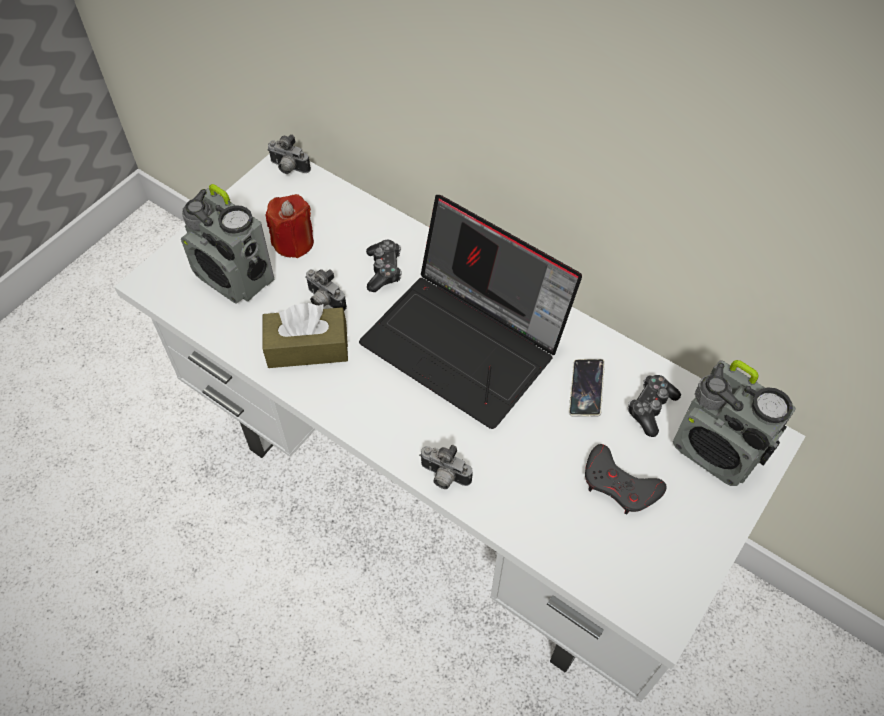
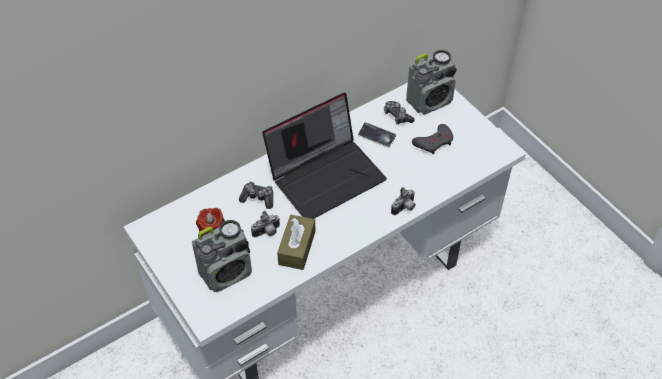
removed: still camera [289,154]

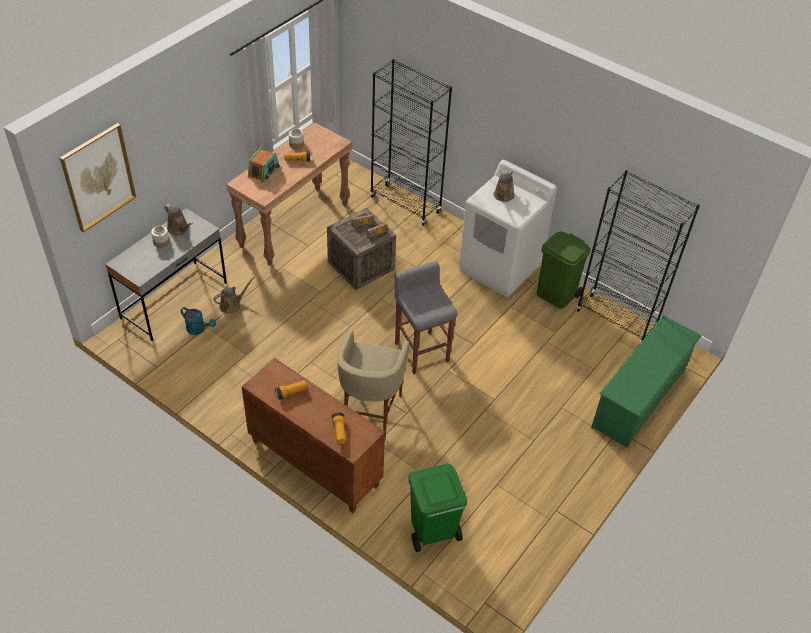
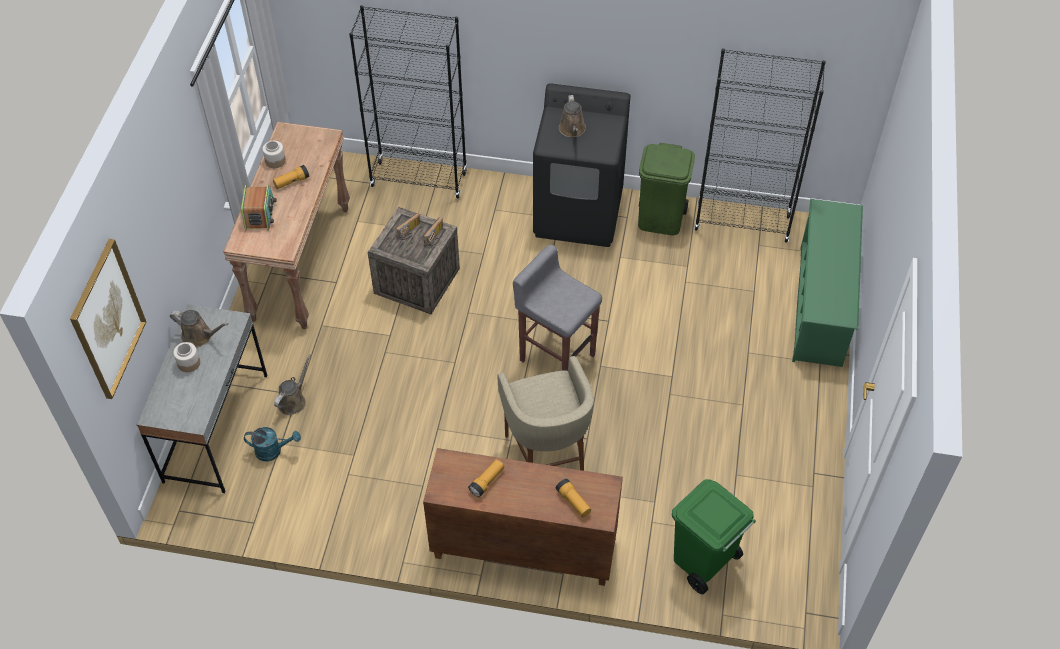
recoloured: laundry appliance in whitish [508,228] to laundry appliance in blackish [582,165]

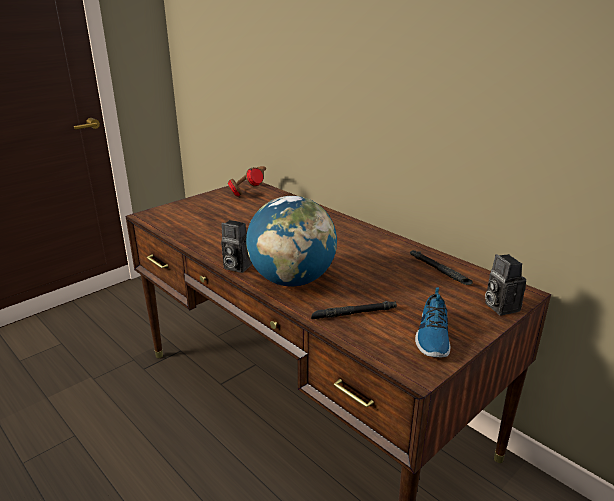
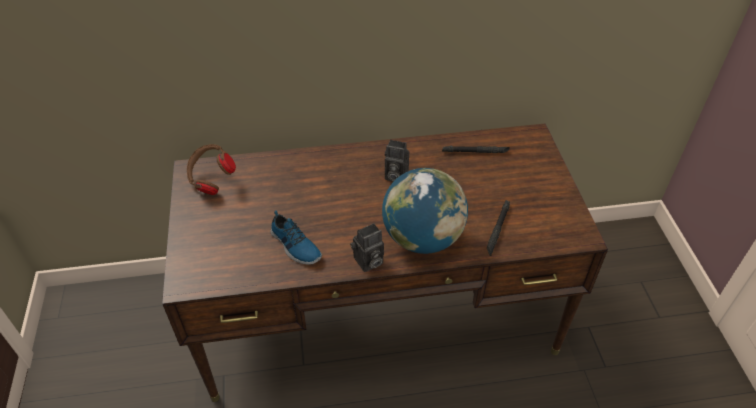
moved: shoe [432,322] to [296,237]; still camera [505,284] to [397,160]

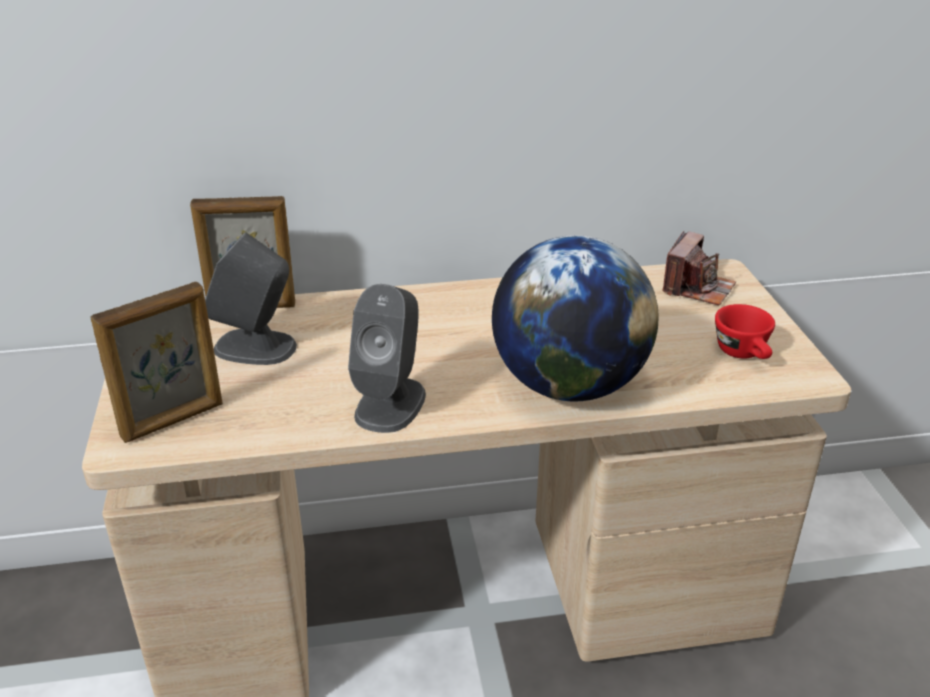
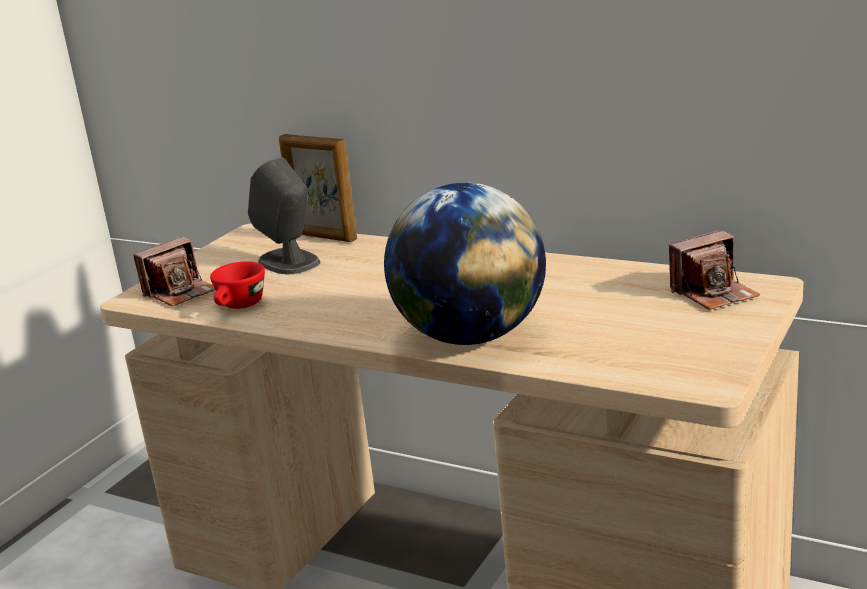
removed: loudspeaker in greyish [387,358]
moved: small cup in red-coloured [745,331] to [237,285]
replaced: standing frame [157,362] to still camera [174,271]

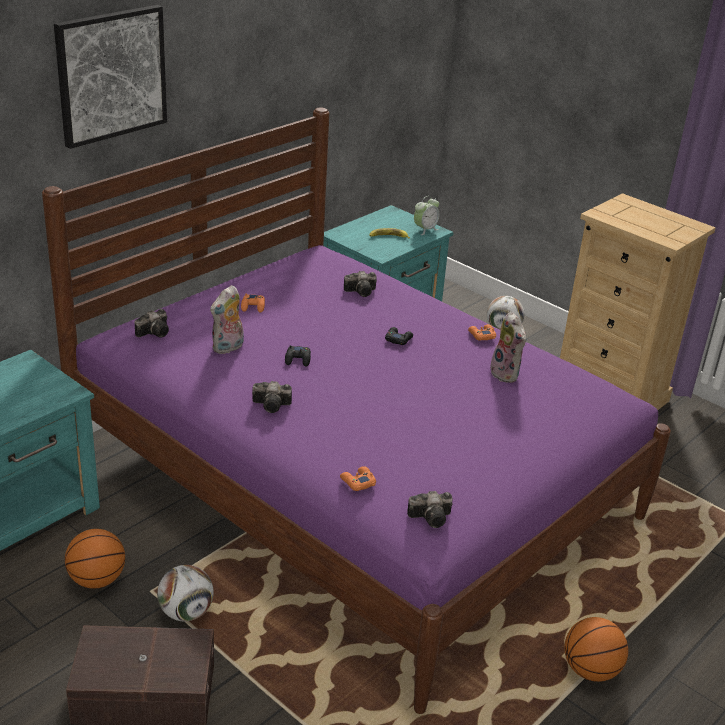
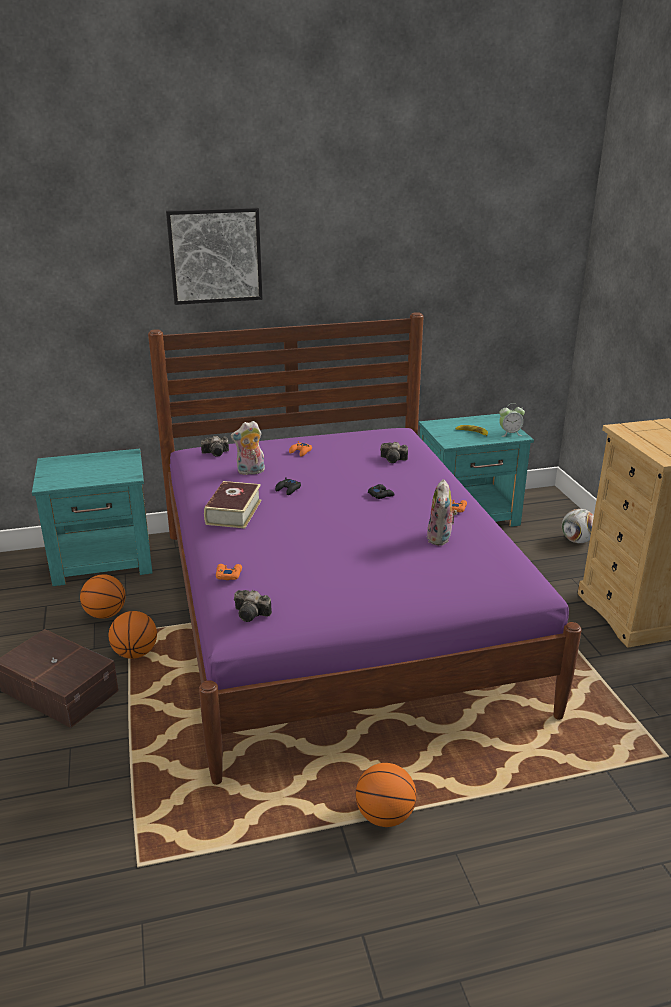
replaced: football ball [185,593] to basketball ball [133,635]; still camera [272,397] to book [233,504]

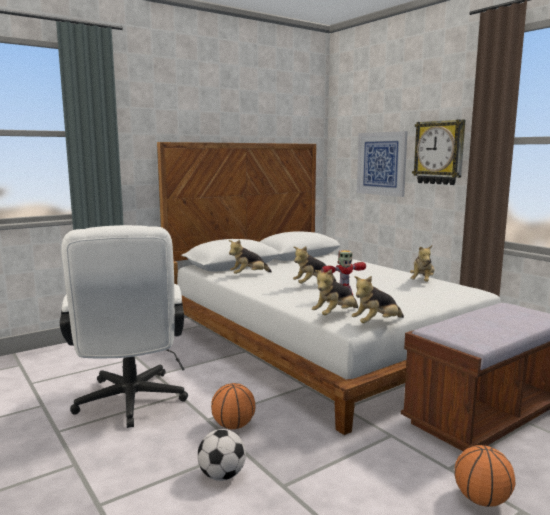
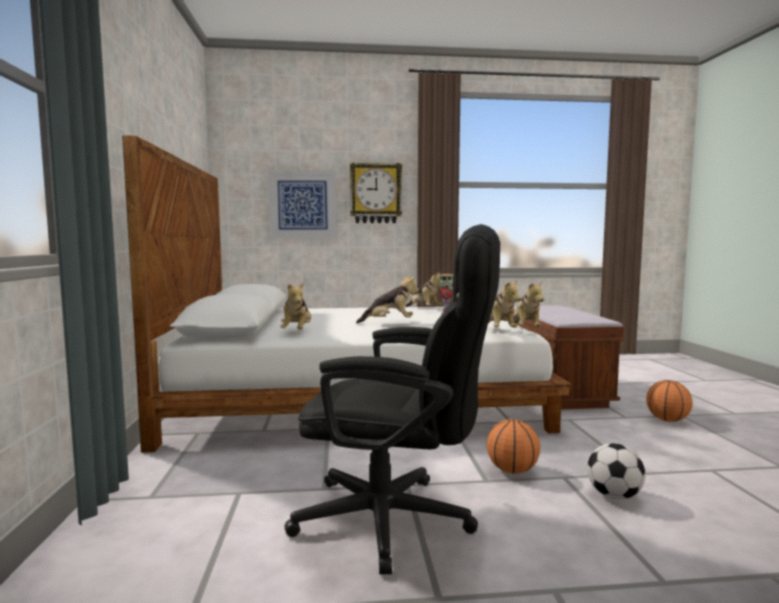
recoloured: desk chair in whitish [124,326] to desk chair in blackish [392,399]
turned: cuddly toy [314,265] = [387,299] 90 degrees counterclockwise

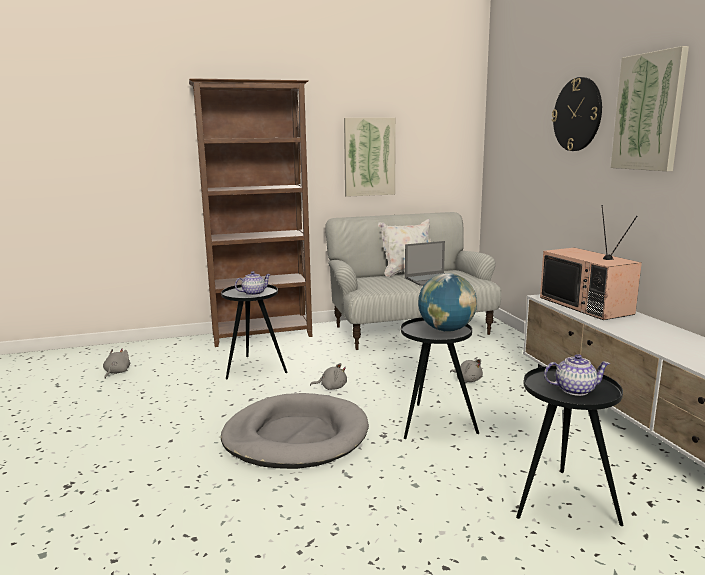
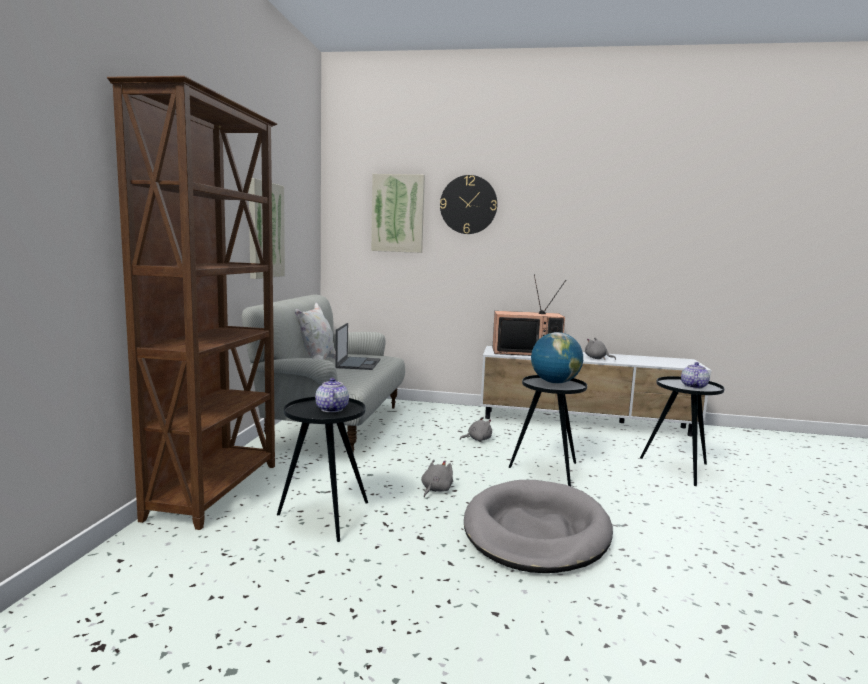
moved: wall art [650,108] to [398,213]; cuddly toy in greyish [116,364] to [600,349]

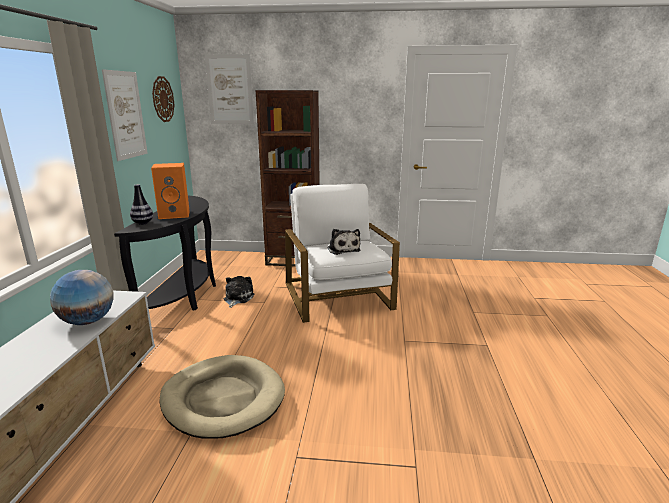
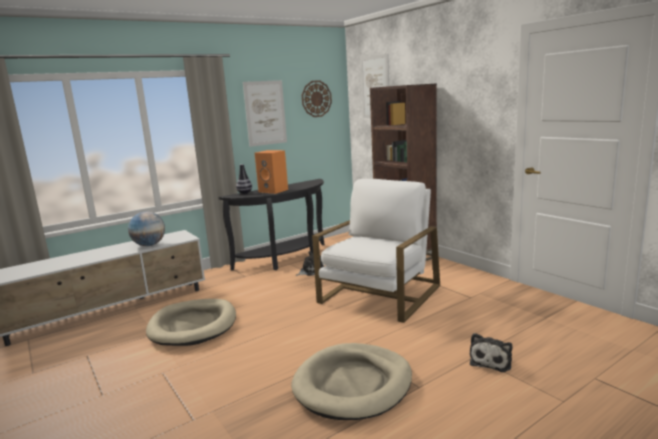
added: dog cushion in beige [351,381]
moved: cuddly toy [343,242] to [491,352]

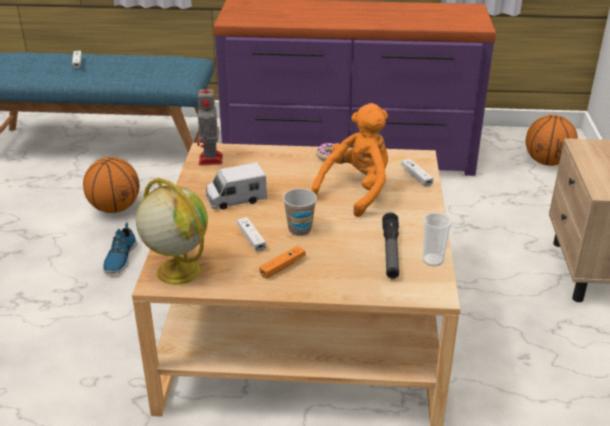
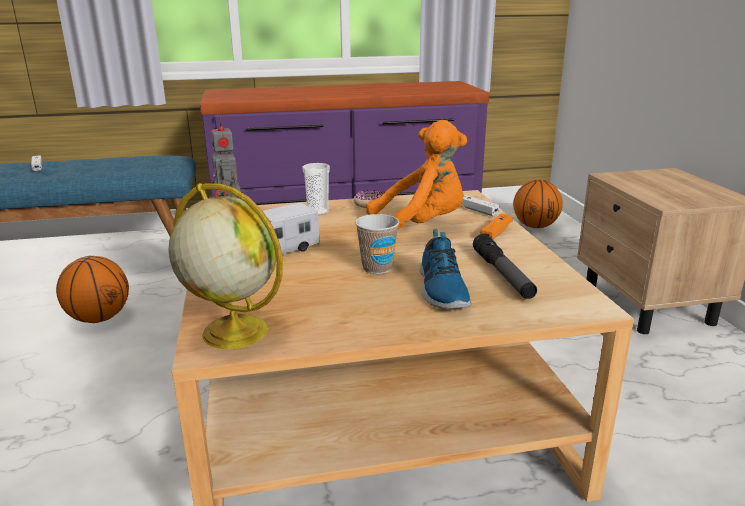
removed: joypad in whitish [251,234]
moved: small cup [437,239] to [316,189]; shoe [120,248] to [445,269]; joypad in orangey [282,262] to [497,226]
turned: cuddly toy in orangey [349,160] = [416,174] 60 degrees clockwise

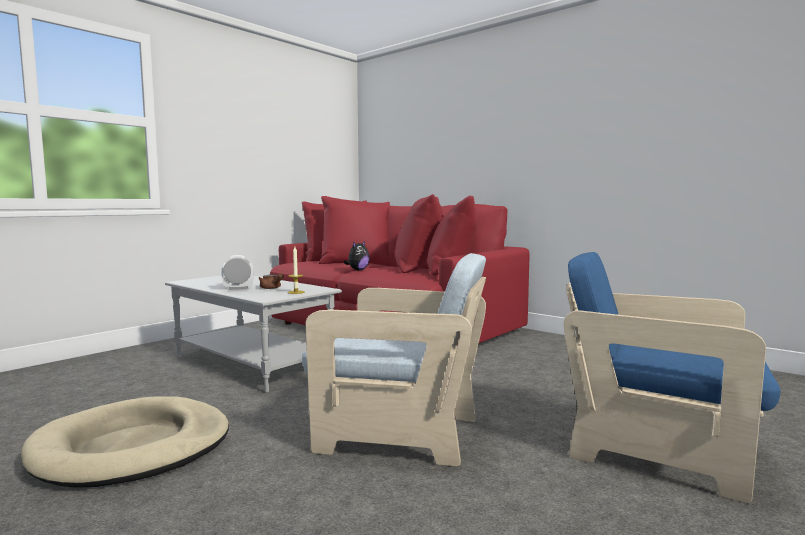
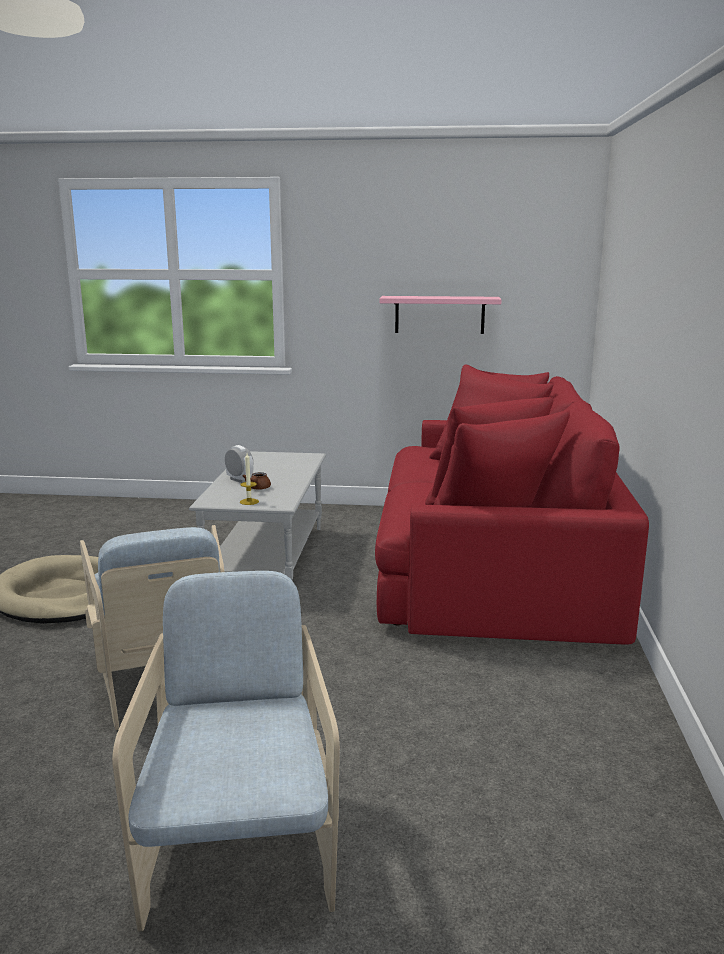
removed: cuddly toy [357,256]
added: bracket shelf in pink [440,315]
recoloured: lounge chair in bluish [672,377] to lounge chair in beige [226,751]

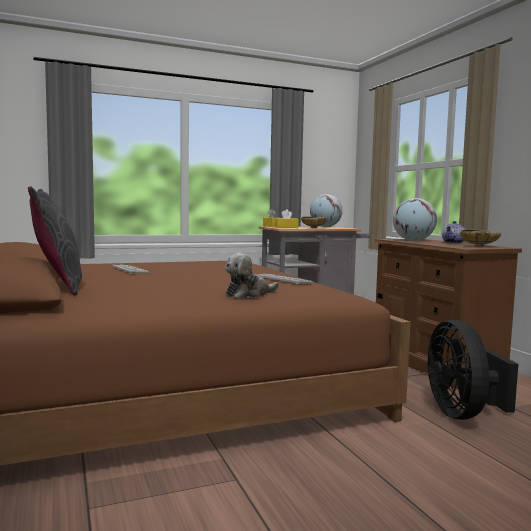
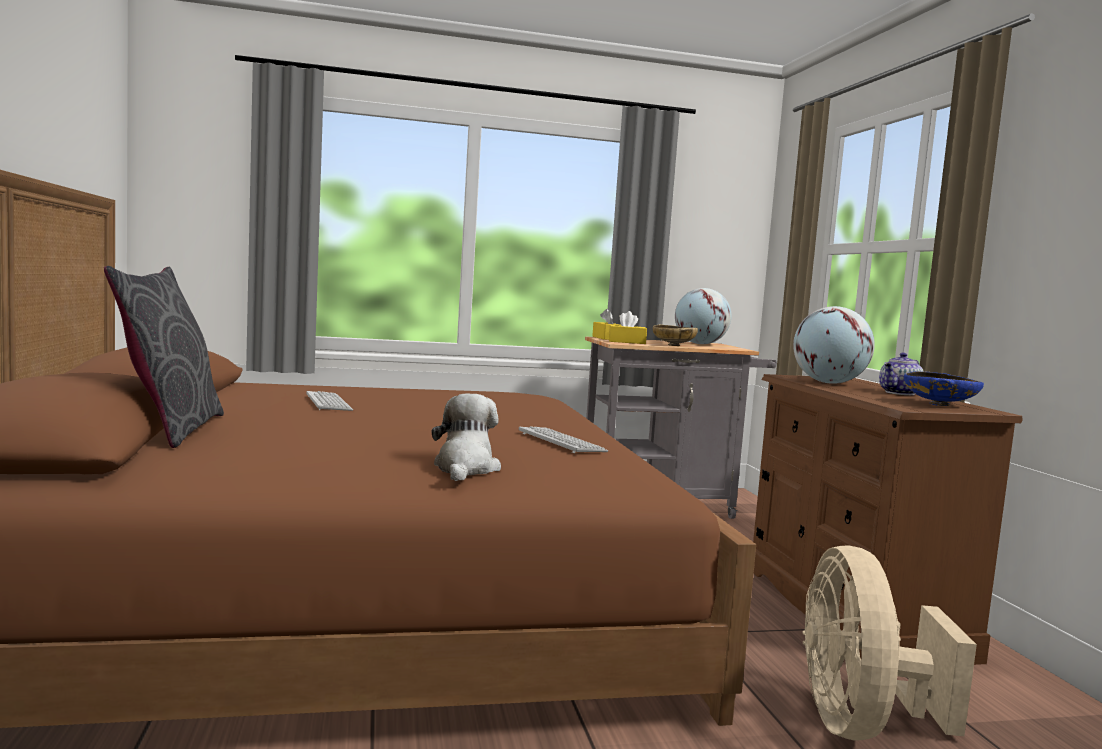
recoloured: cooling fan in blackish [473,370] to cooling fan in beige [890,643]; serving bowl in beige [480,238] to serving bowl in bluish [944,388]
turned: cuddly toy [252,275] = [466,437] 120 degrees clockwise

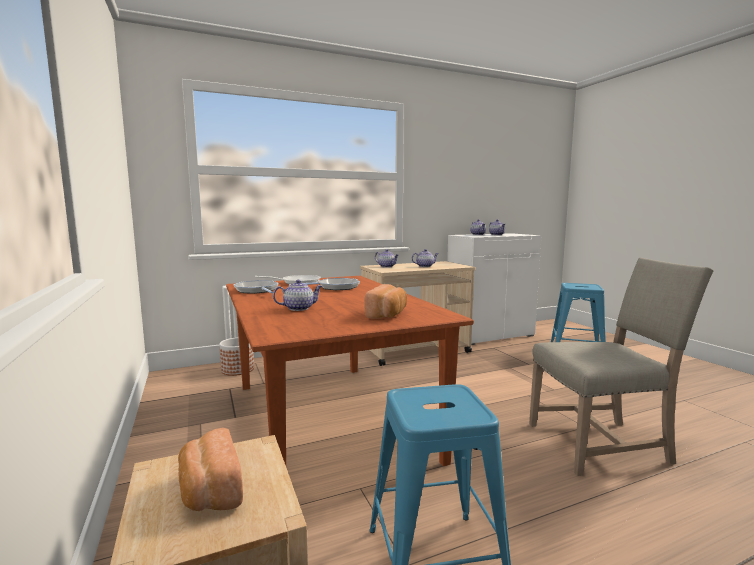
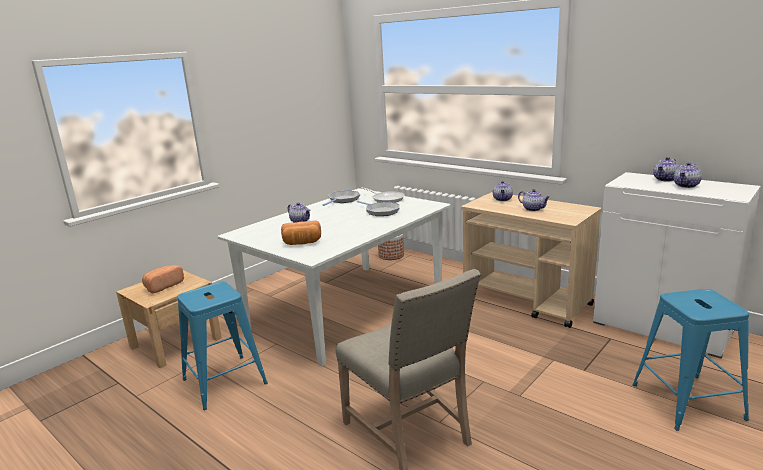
recoloured: dinner table in brown [350,371] to dinner table in whitish [334,277]

